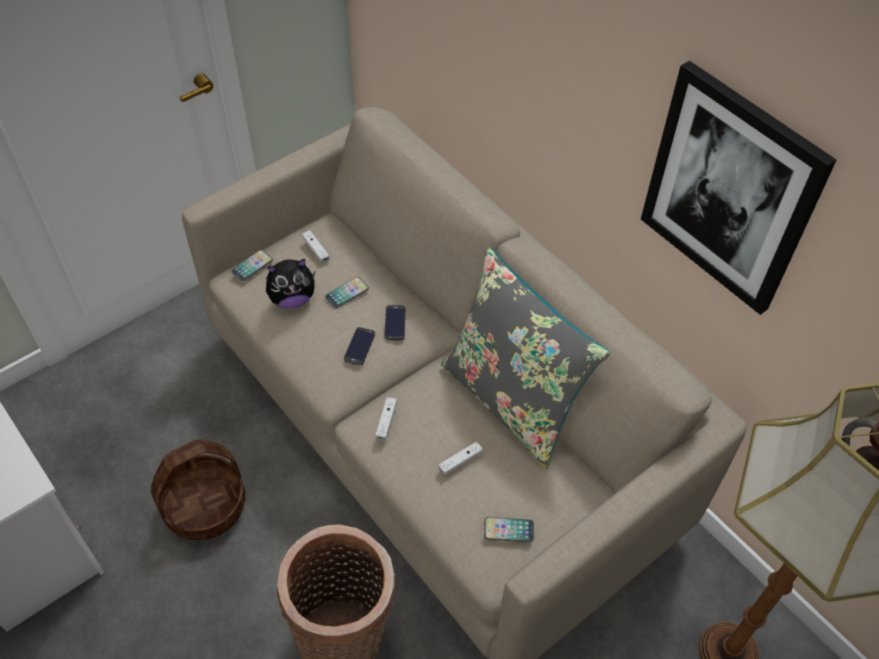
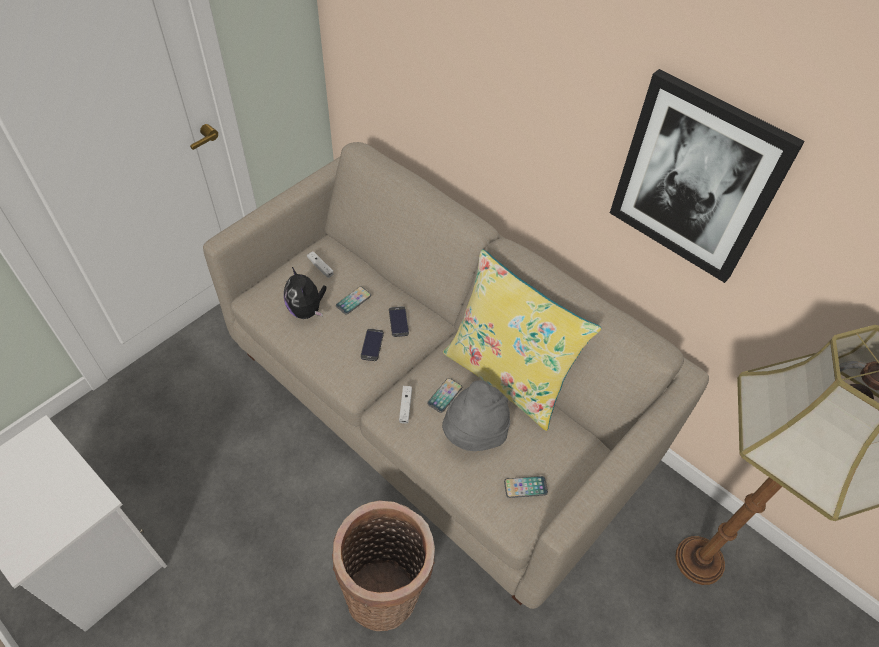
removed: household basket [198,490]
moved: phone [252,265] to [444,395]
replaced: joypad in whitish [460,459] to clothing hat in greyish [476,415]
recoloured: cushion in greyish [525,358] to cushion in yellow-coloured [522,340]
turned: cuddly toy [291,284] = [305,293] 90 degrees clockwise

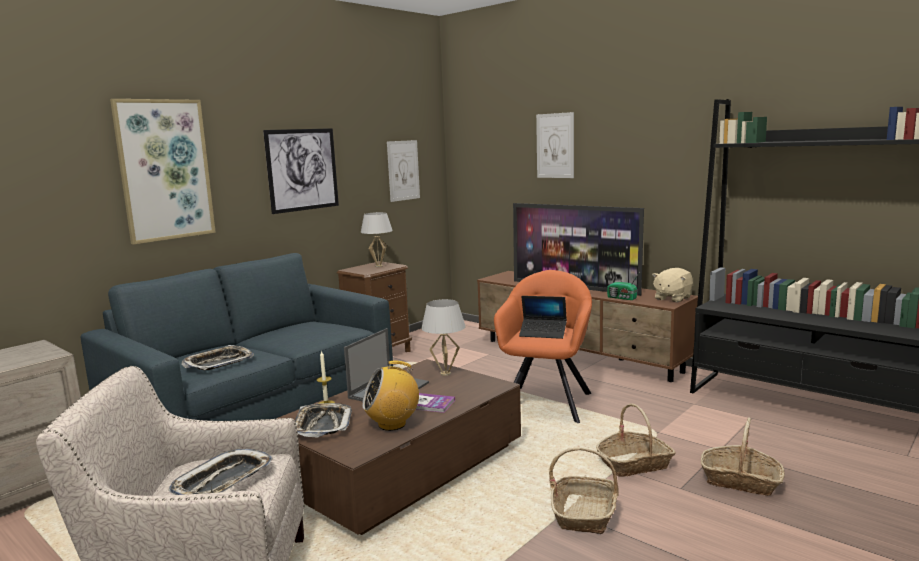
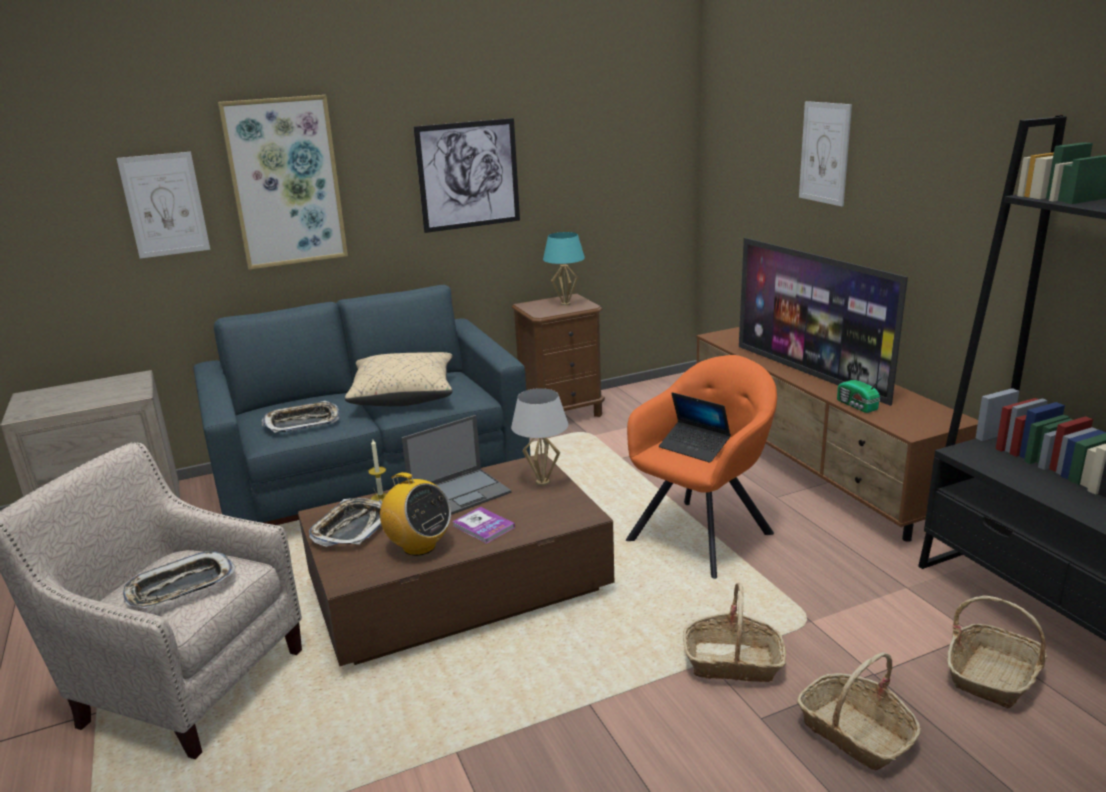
removed: cuddly toy in beige [672,285]
added: cushion in beige [399,379]
moved: wall art [403,171] to [163,205]; household basket [584,491] to [997,652]
recoloured: lamp for a table in whitish [377,239] to lamp for a table in turquoise [564,268]
turned: radio [390,395] = [412,514] 150 degrees counterclockwise

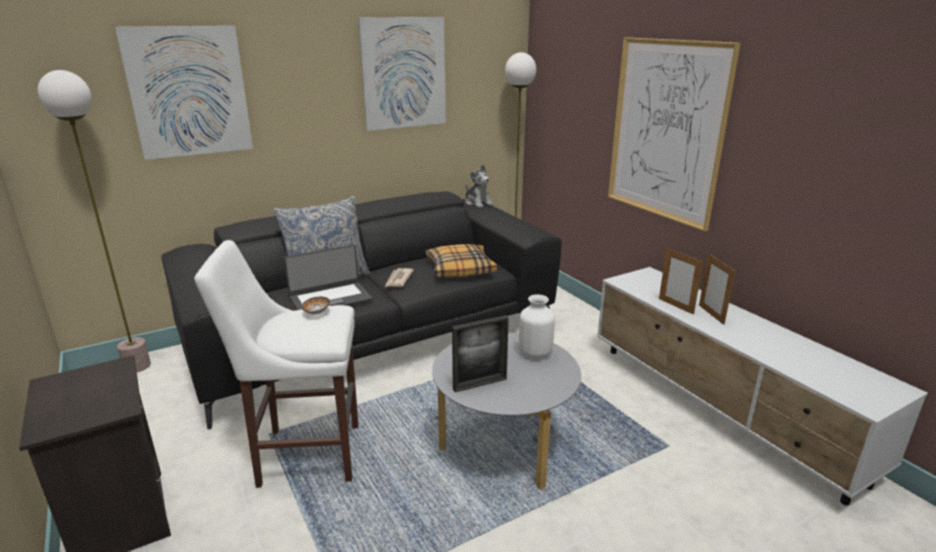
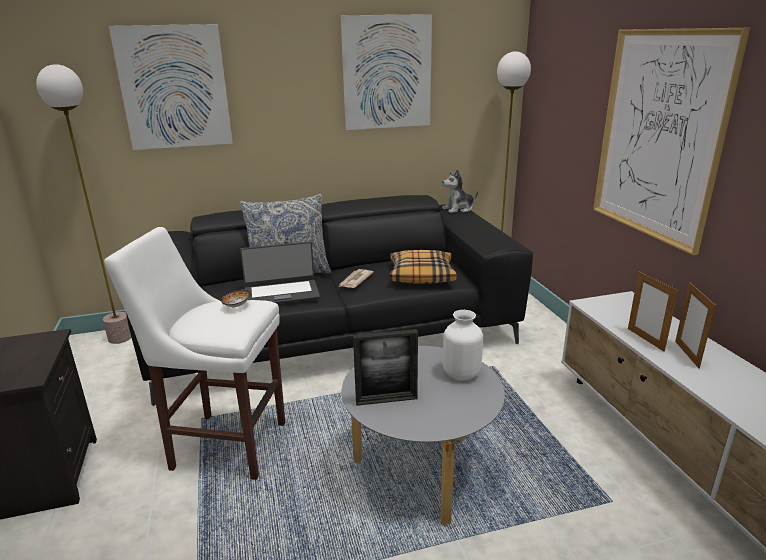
turned: cuddly toy [479,186] = [460,191] 90 degrees clockwise

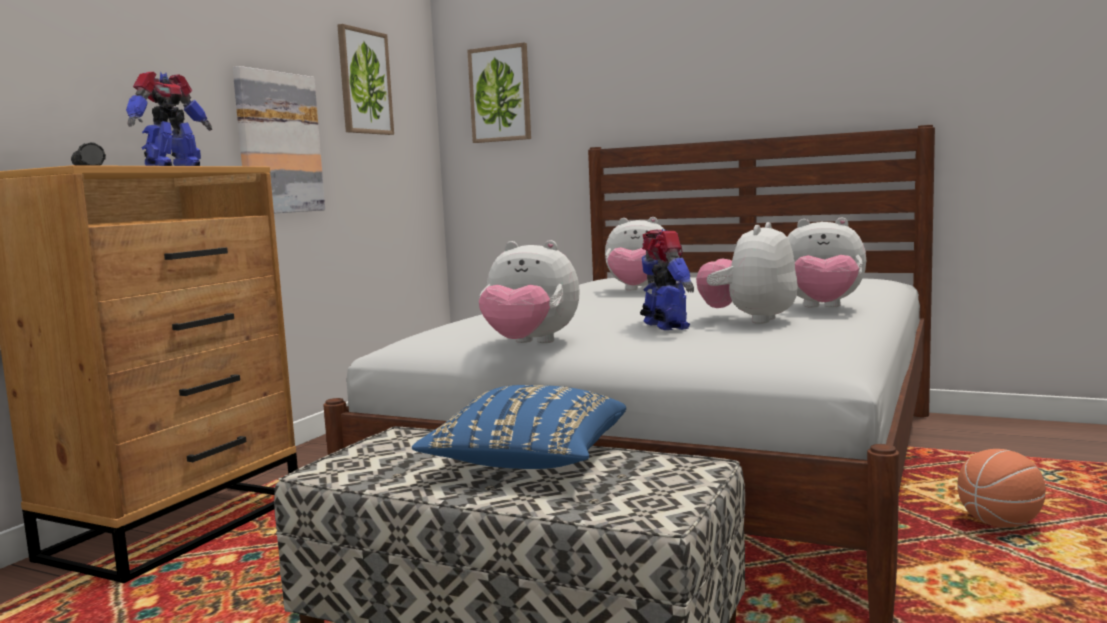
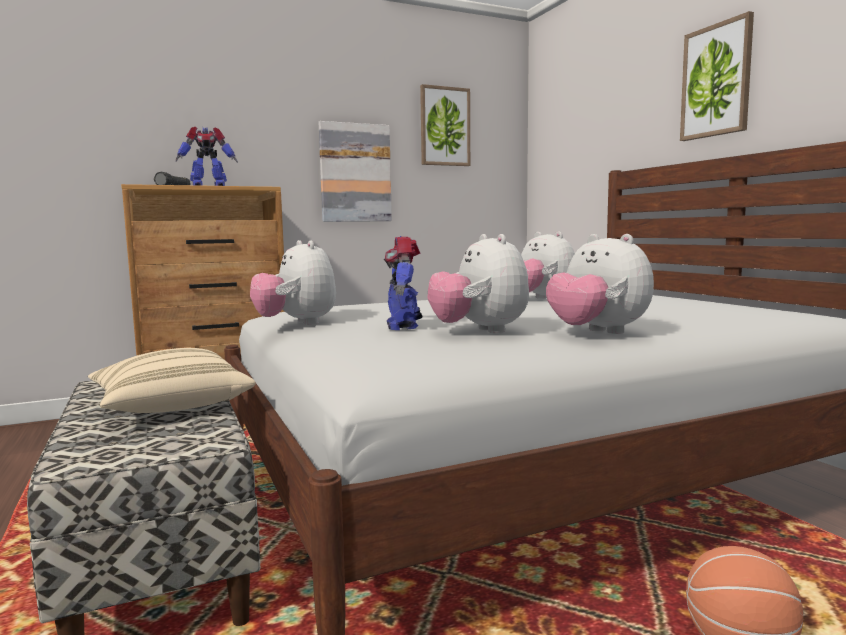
moved: wall art [499,92] to [717,76]
recoloured: cushion in bluish [519,427] to cushion in beige [172,380]
turned: robot figure [667,279] = [403,283] 150 degrees clockwise; cuddly toy [747,273] = [478,284] 90 degrees counterclockwise

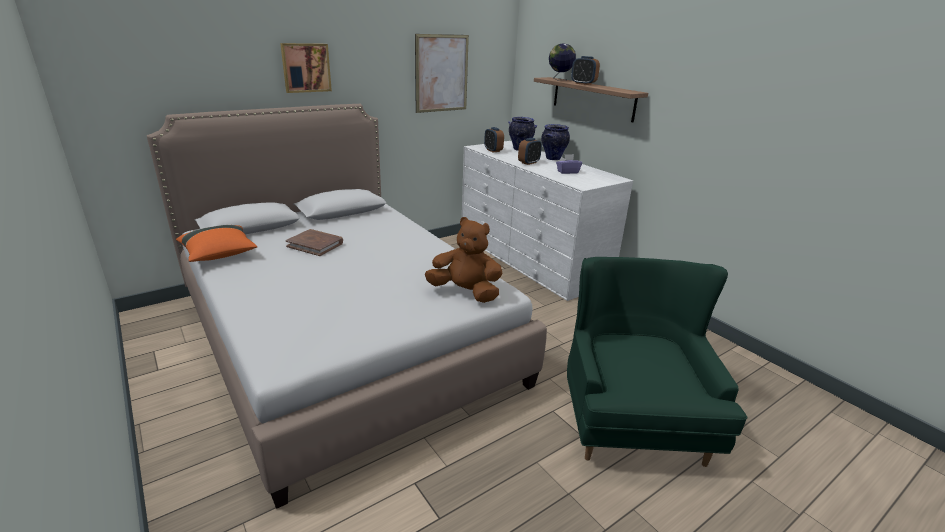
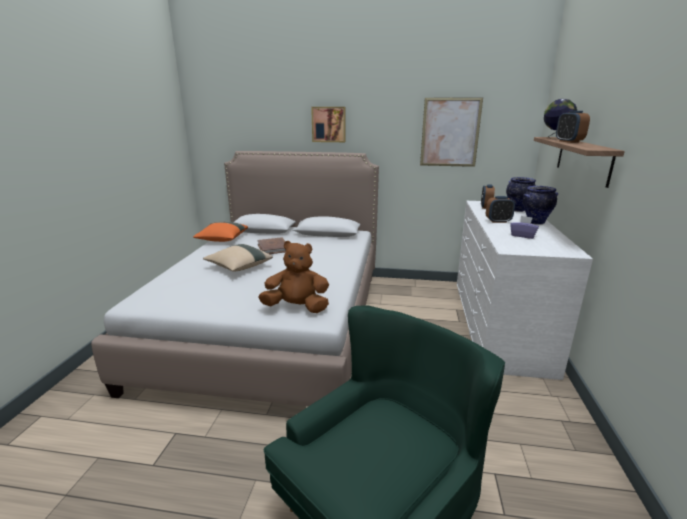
added: cushion in beige [238,258]
turned: cuddly toy in brown [463,260] = [293,277] 60 degrees counterclockwise

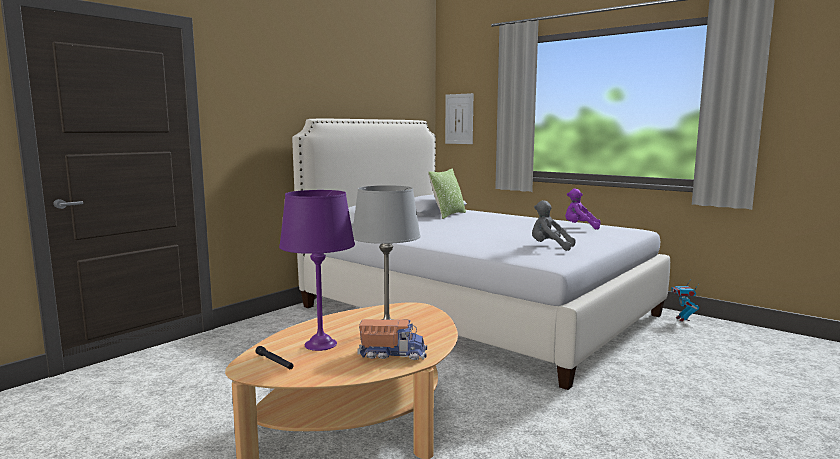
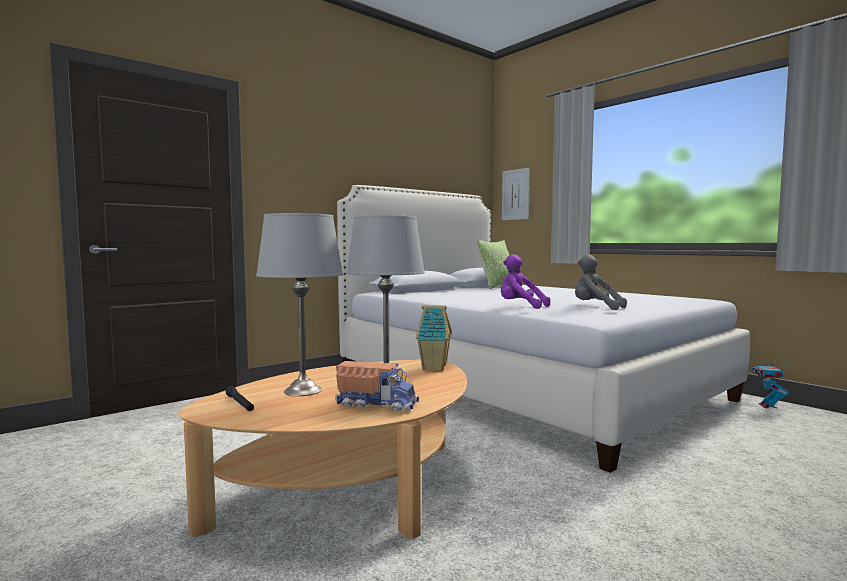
added: model house [434,338]
moved: cuddly toy in purplish [583,209] to [525,281]
recoloured: lamp for a table in purplish [317,270] to lamp for a table in greyish [299,304]

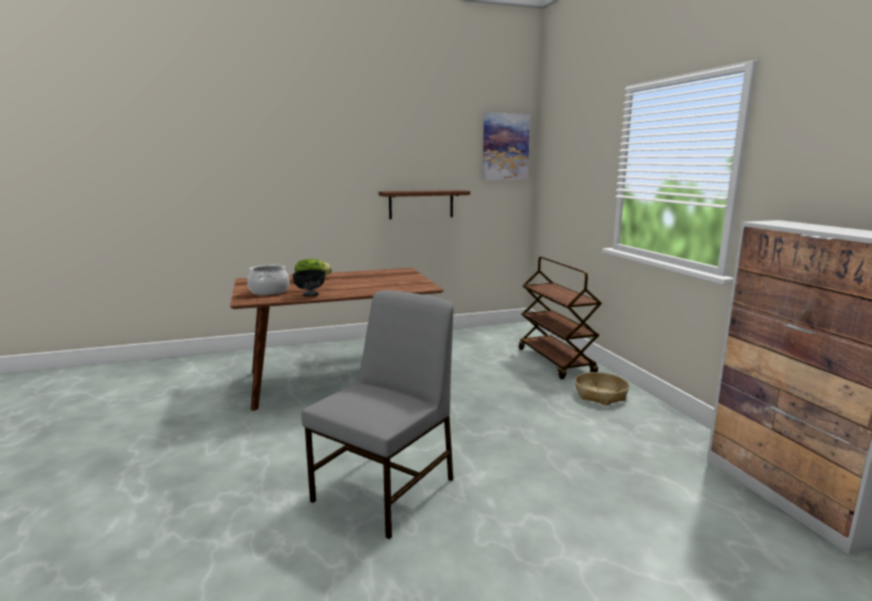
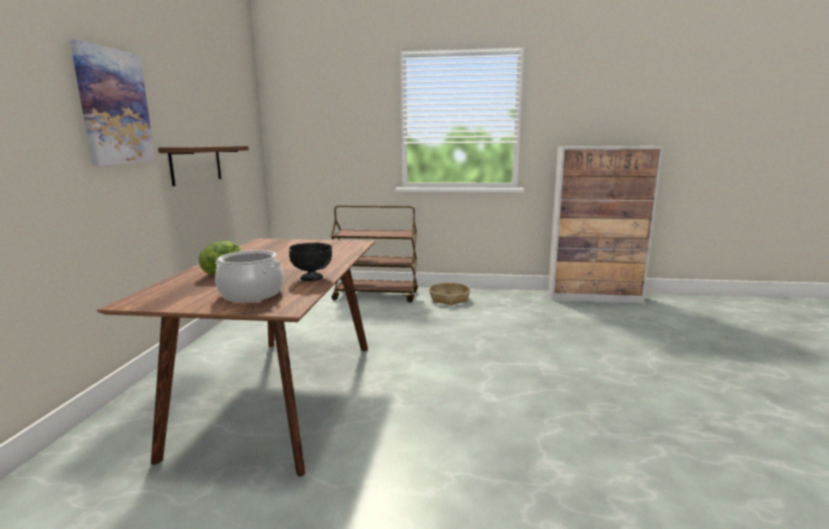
removed: plain chair in greyish [377,414]
moved: wall art [506,146] to [113,102]

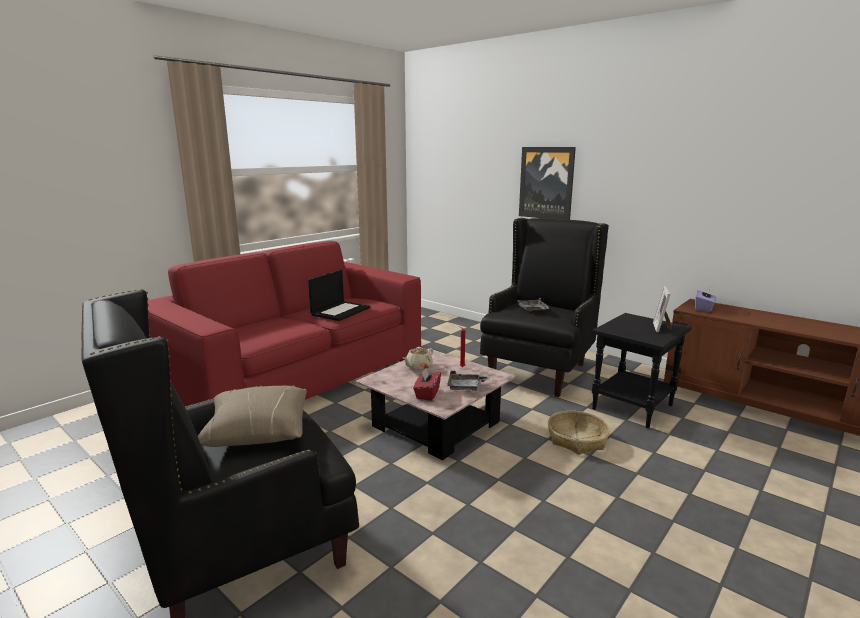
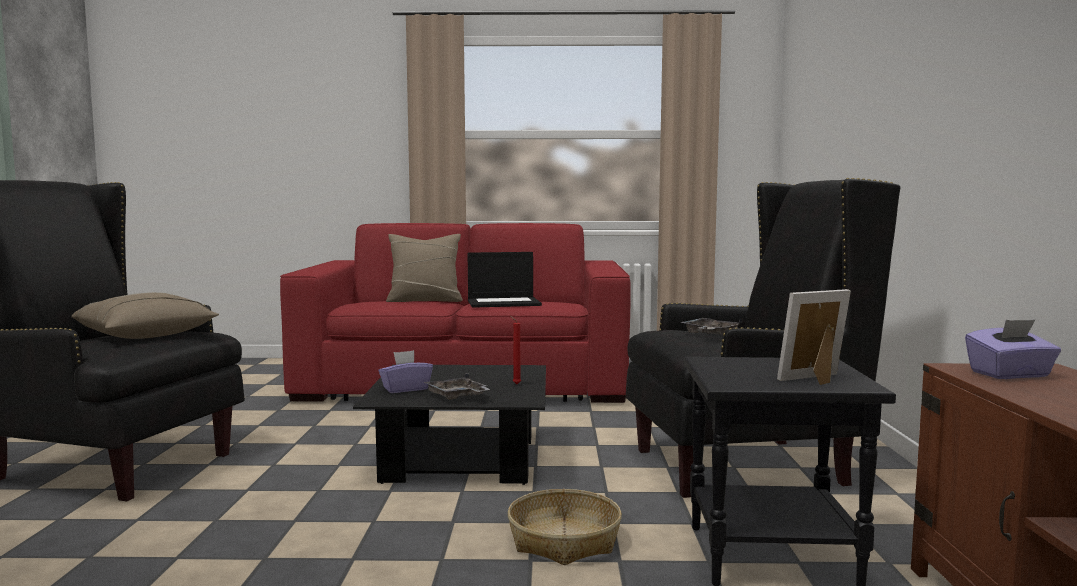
removed: teapot in beige [418,359]; wall art [547,183]
added: cushion in beige [424,268]
recoloured: coffee table in pink [435,405] to coffee table in blackish [449,425]; box of tissues in red-coloured [427,384] to box of tissues in purplish [406,371]

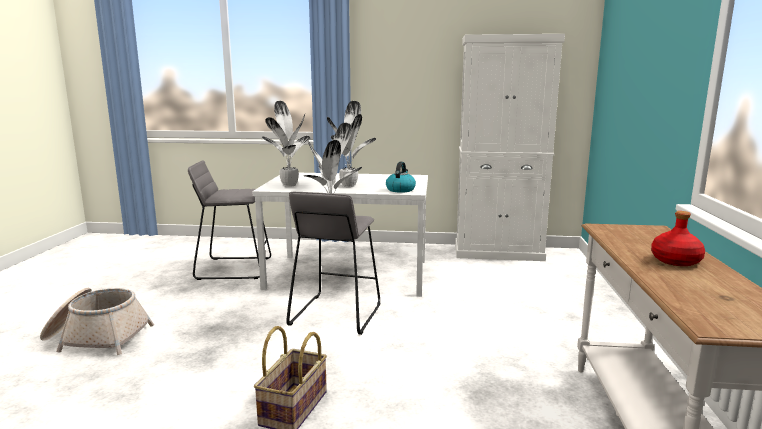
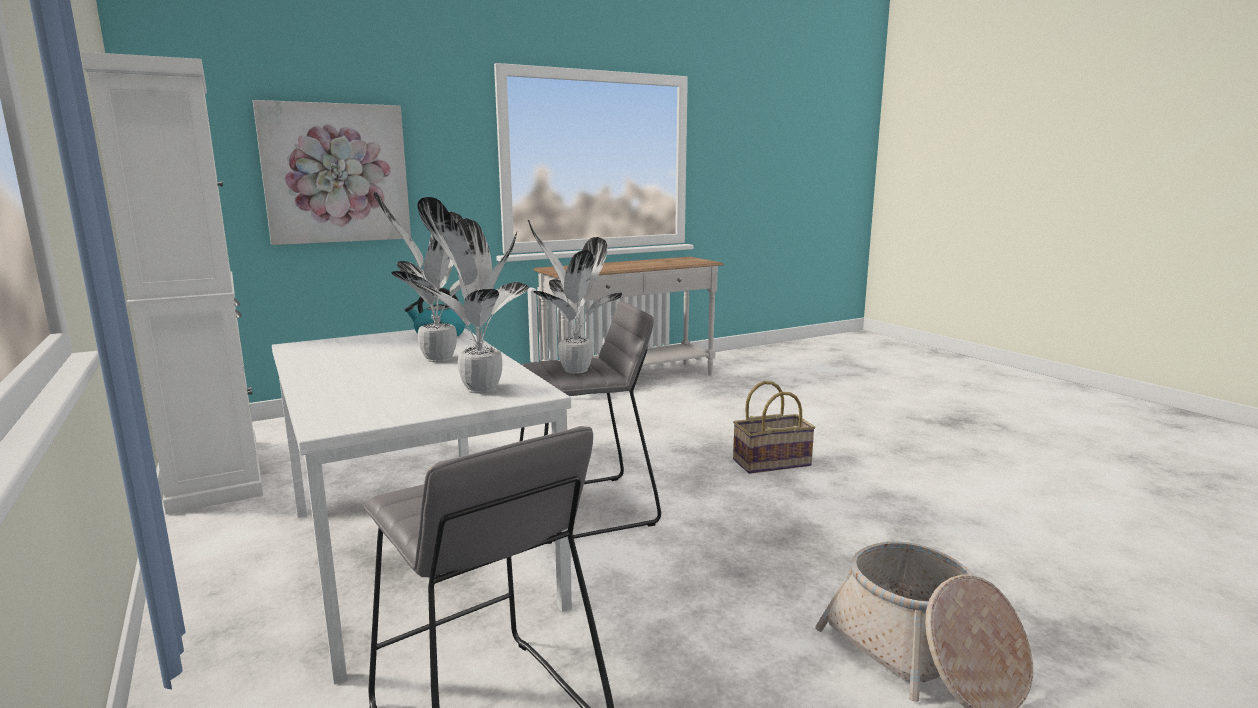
removed: drink bottle in red-coloured [678,238]
added: wall art [332,172]

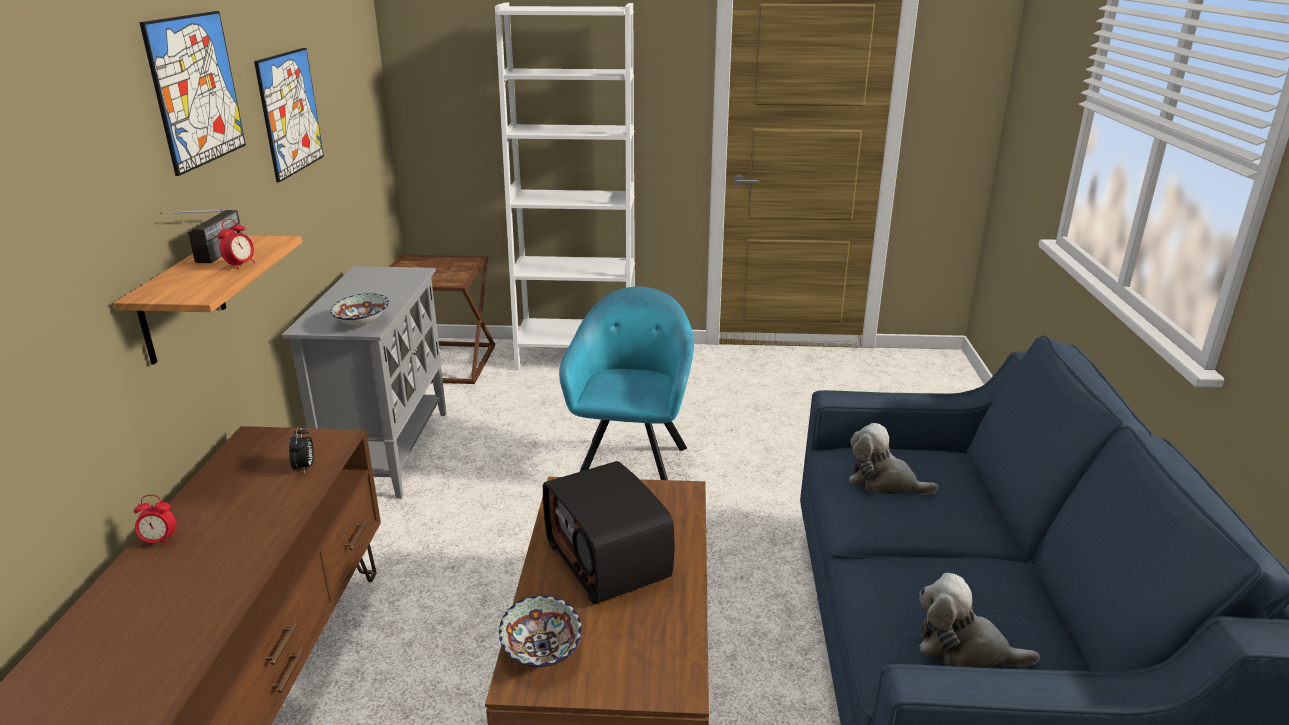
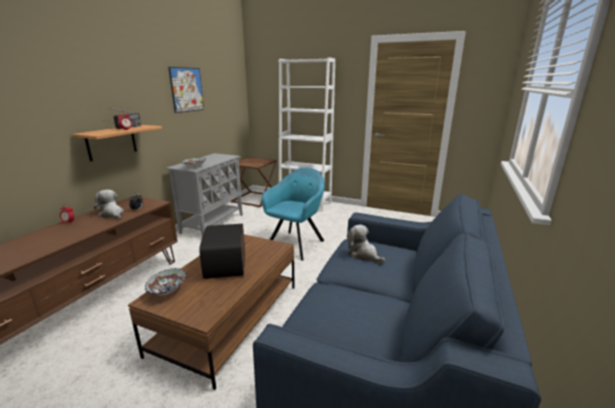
removed: wall art [192,93]
moved: cuddly toy [979,620] to [109,204]

